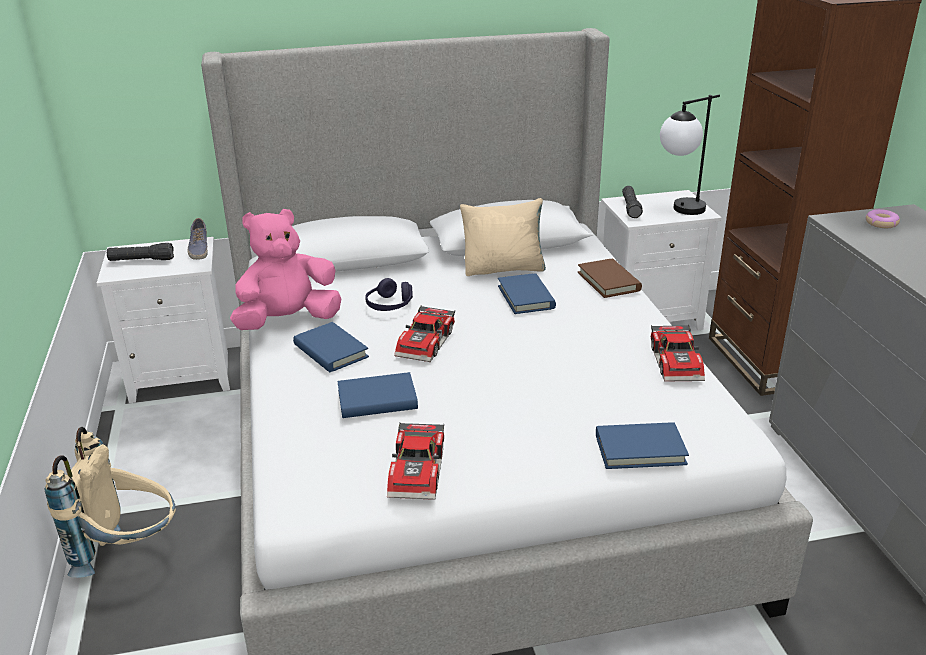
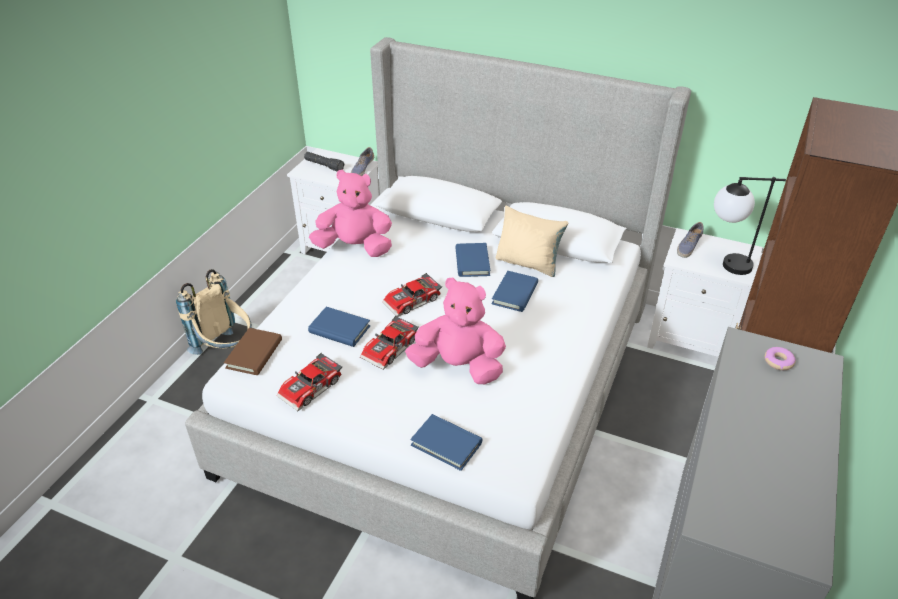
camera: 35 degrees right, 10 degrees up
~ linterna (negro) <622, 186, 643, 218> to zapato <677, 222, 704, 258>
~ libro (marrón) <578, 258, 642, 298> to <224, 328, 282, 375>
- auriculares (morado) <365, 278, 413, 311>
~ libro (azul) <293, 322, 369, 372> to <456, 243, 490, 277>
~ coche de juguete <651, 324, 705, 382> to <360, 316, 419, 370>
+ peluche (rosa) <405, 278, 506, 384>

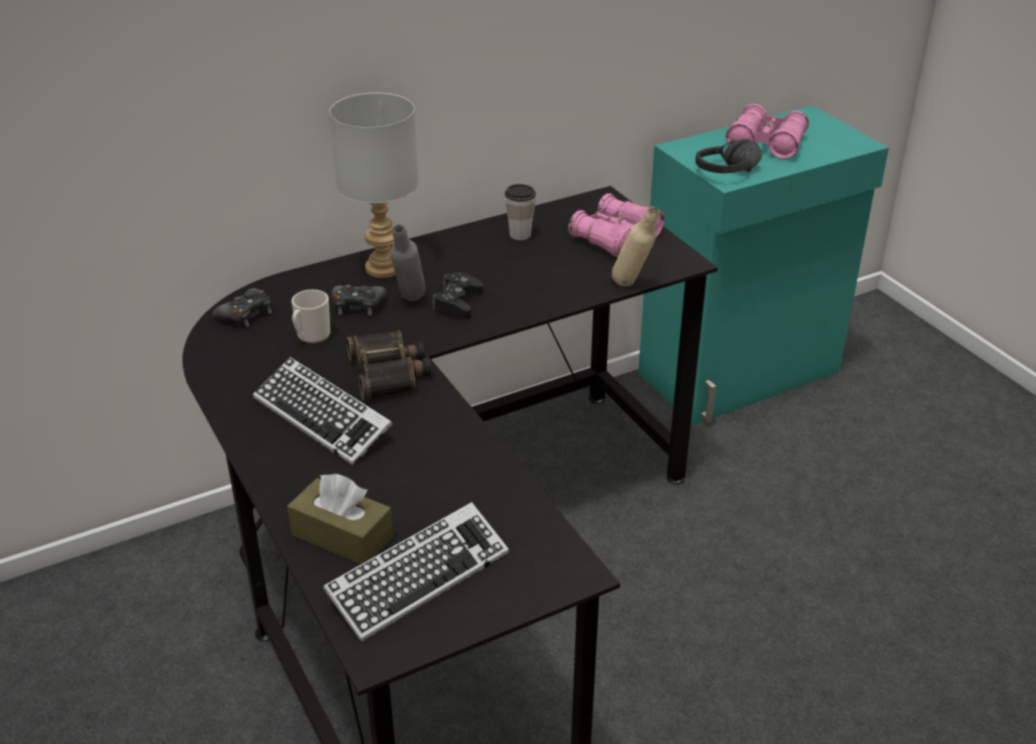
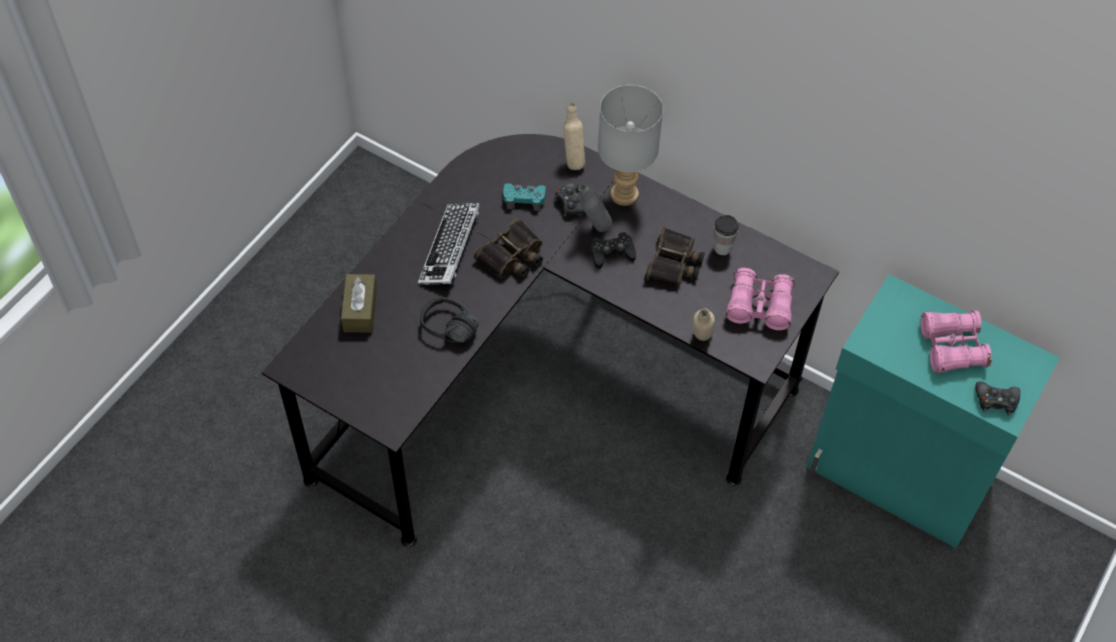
camera: 60 degrees right, 20 degrees up
~ auriculares (negro) <695, 139, 762, 174> to <420, 297, 479, 343>
~ mando de consola (negro) <213, 288, 272, 327> to <975, 382, 1020, 416>
~ taza grande <291, 289, 330, 343> to mando de consola (turquesa) <503, 183, 546, 211>
- teclado <323, 502, 509, 643>
+ botella (beis) <563, 103, 585, 170>
+ prismáticos <644, 227, 705, 287>

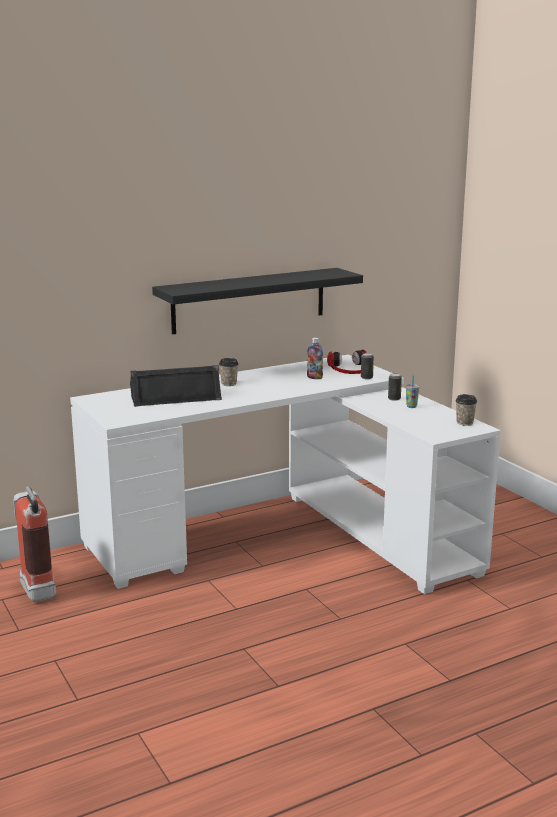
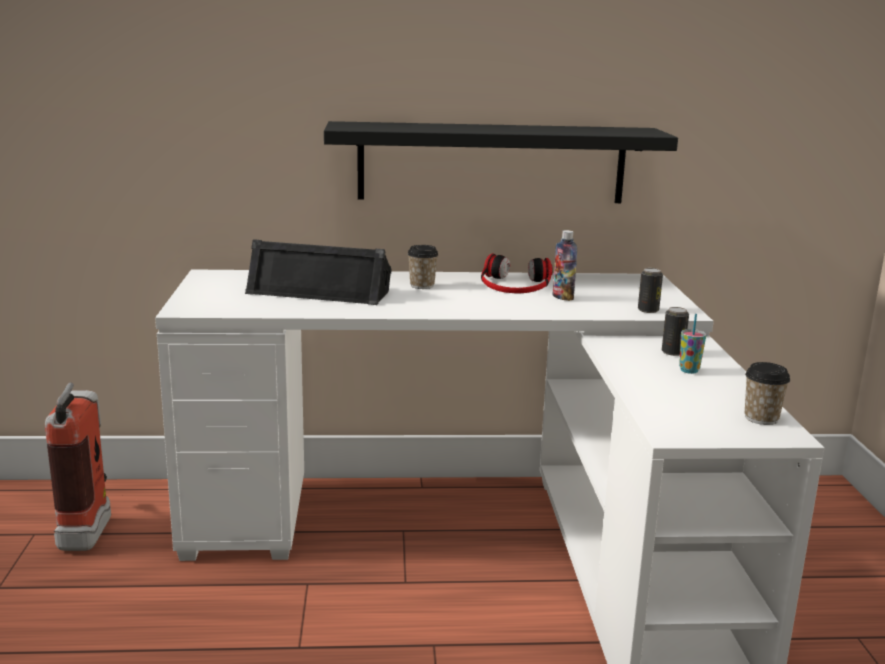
camera: 25 degrees right, 0 degrees up
~ auriculares <327, 350, 367, 374> to <481, 253, 553, 293>

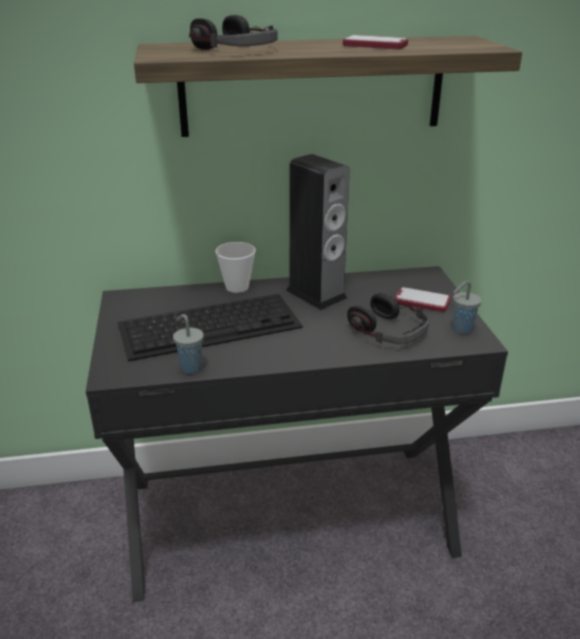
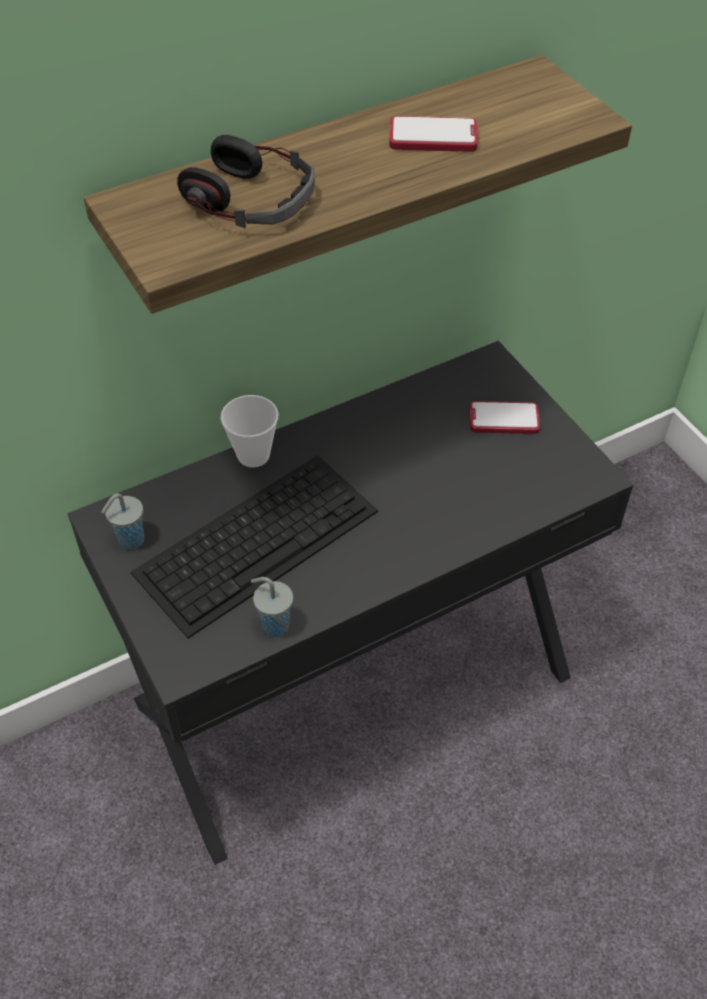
camera: 20 degrees left, 20 degrees up
- altavoz <286, 154, 350, 310>
~ taza (gris) <453, 281, 481, 334> to <101, 493, 144, 550>
- auriculares <347, 293, 429, 344>

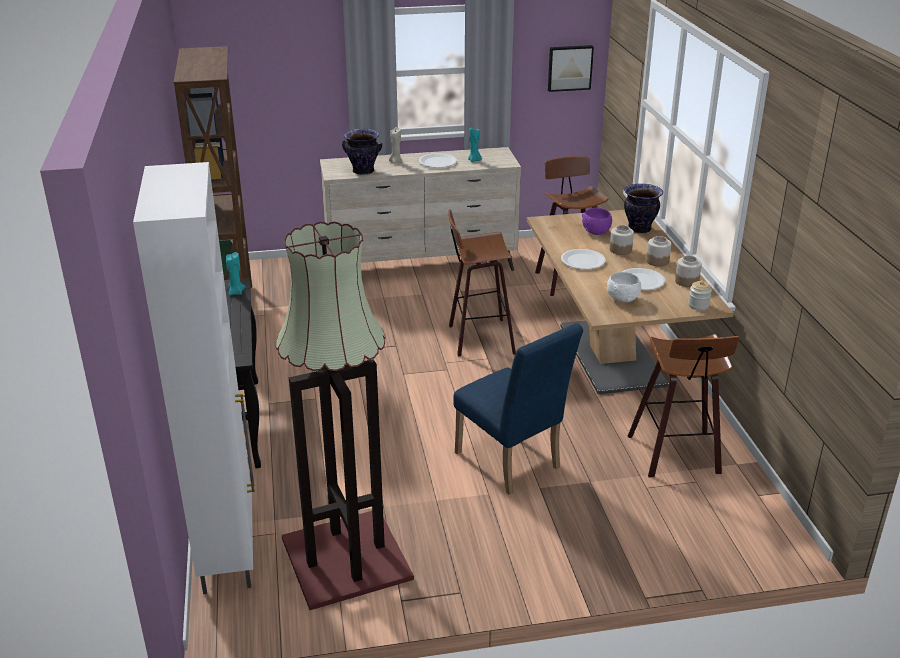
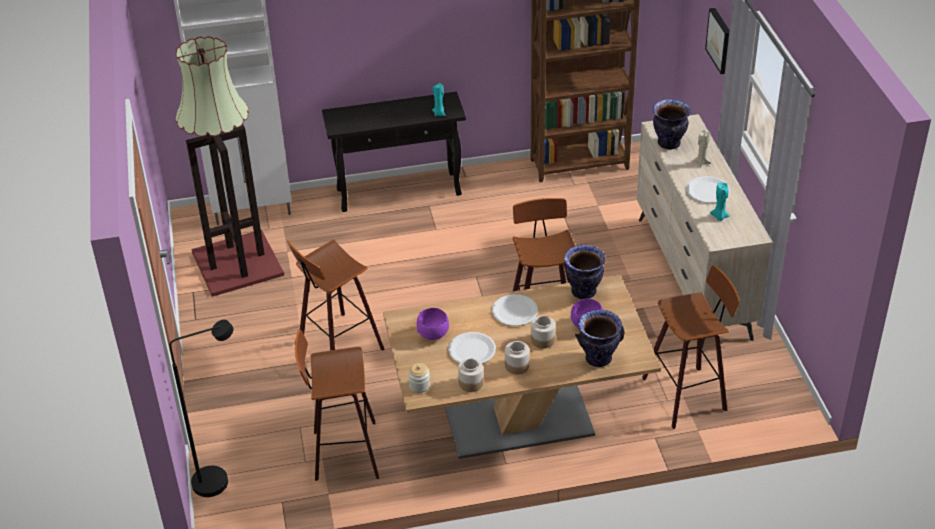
camera: 90 degrees right, 10 degrees up
~ cuadro <548, 45, 594, 92> to <705, 8, 729, 74>
~ cuenco (blanco) <607, 272, 641, 302> to cuenco (morado) <417, 308, 449, 340>
~ silla (azul) <453, 323, 583, 494> to taburete <287, 240, 385, 351>
+ florero <564, 245, 606, 299>
+ lámpara de pie (negro) <169, 320, 234, 497>

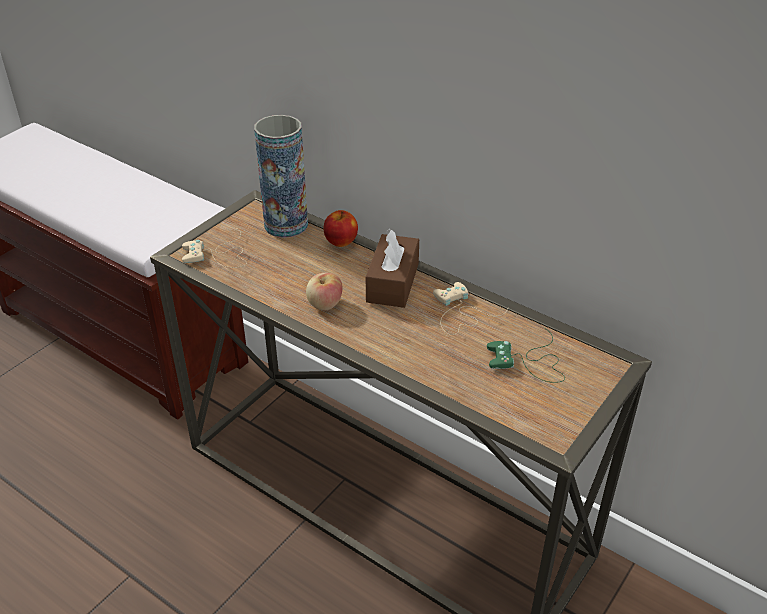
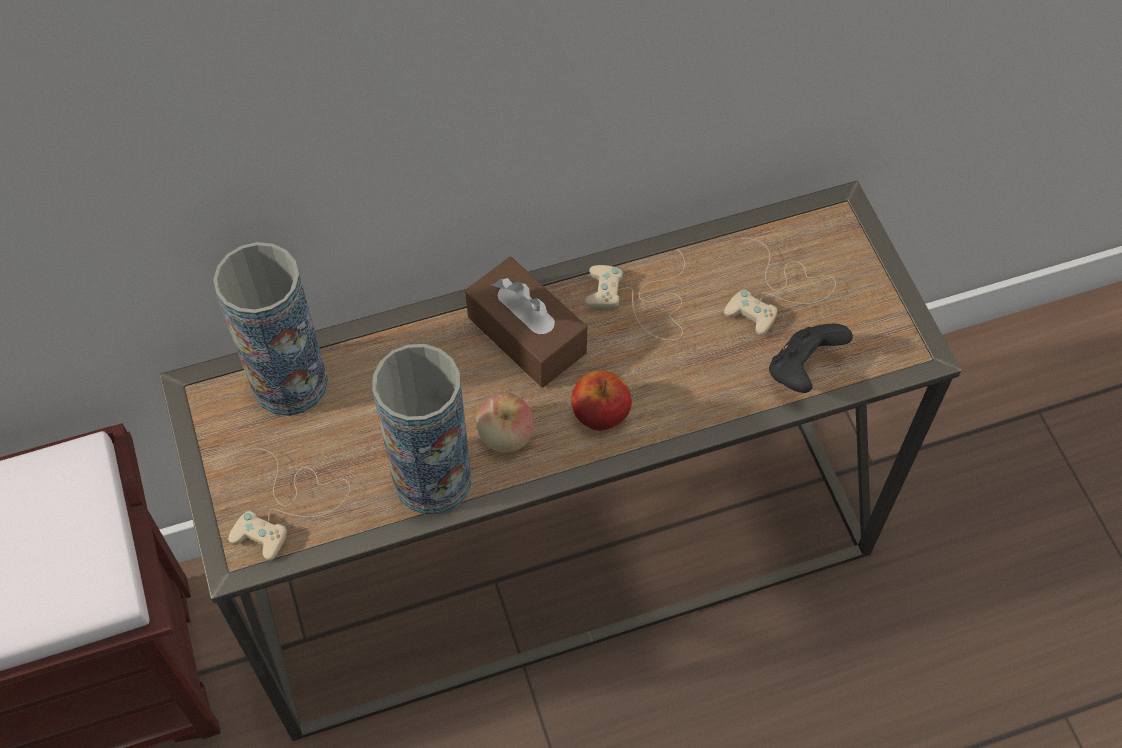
camera: 55 degrees left, 20 degrees up
~ manzana <324, 210, 358, 247> to <571, 371, 632, 431>
~ mando de consola (verde) <487, 328, 565, 383> to mando de consola (beis) <724, 238, 836, 336>
+ mando de consola (negro) <769, 324, 853, 393>
+ florero <373, 344, 471, 515>

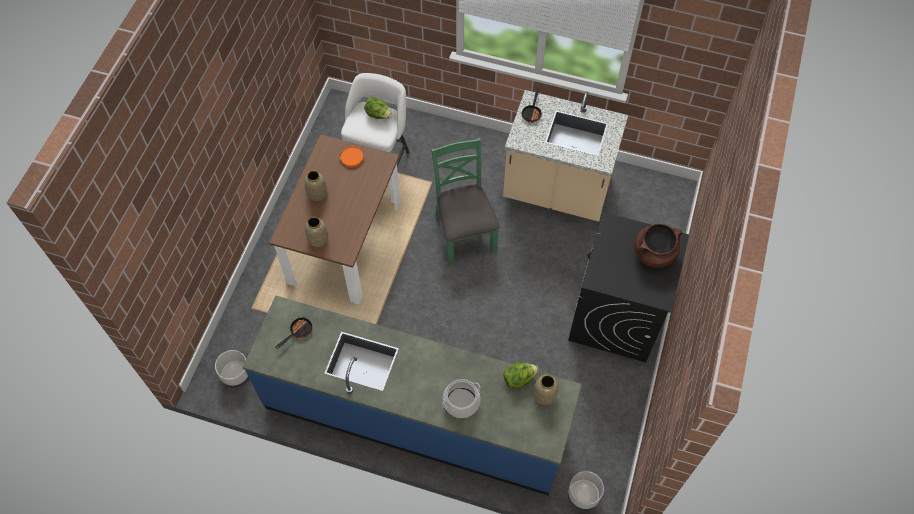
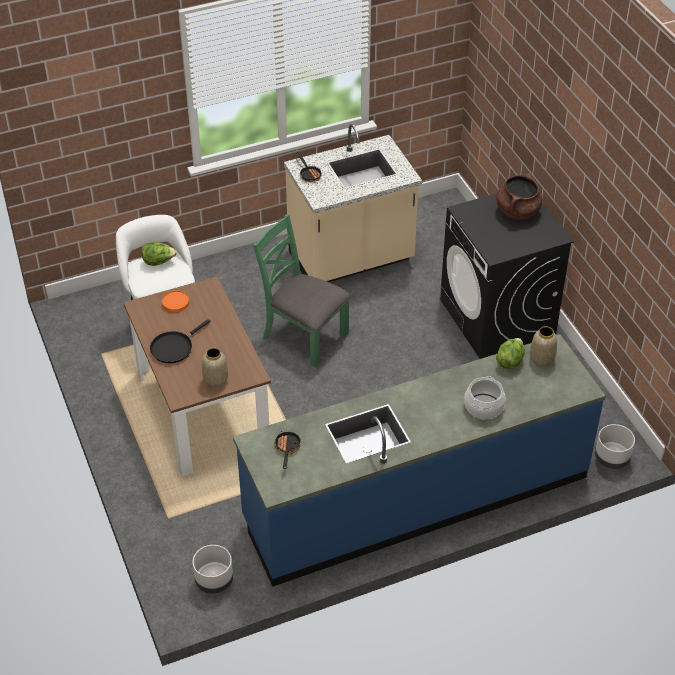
camera: 40 degrees left, 15 degrees down
~ florero <304, 171, 327, 201> to sartén (negro) <150, 319, 211, 363>

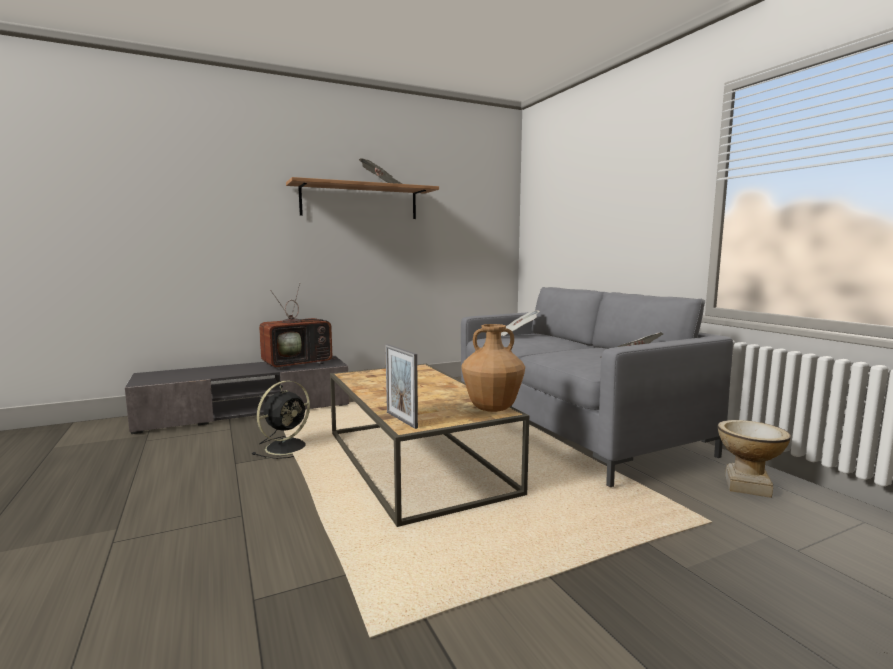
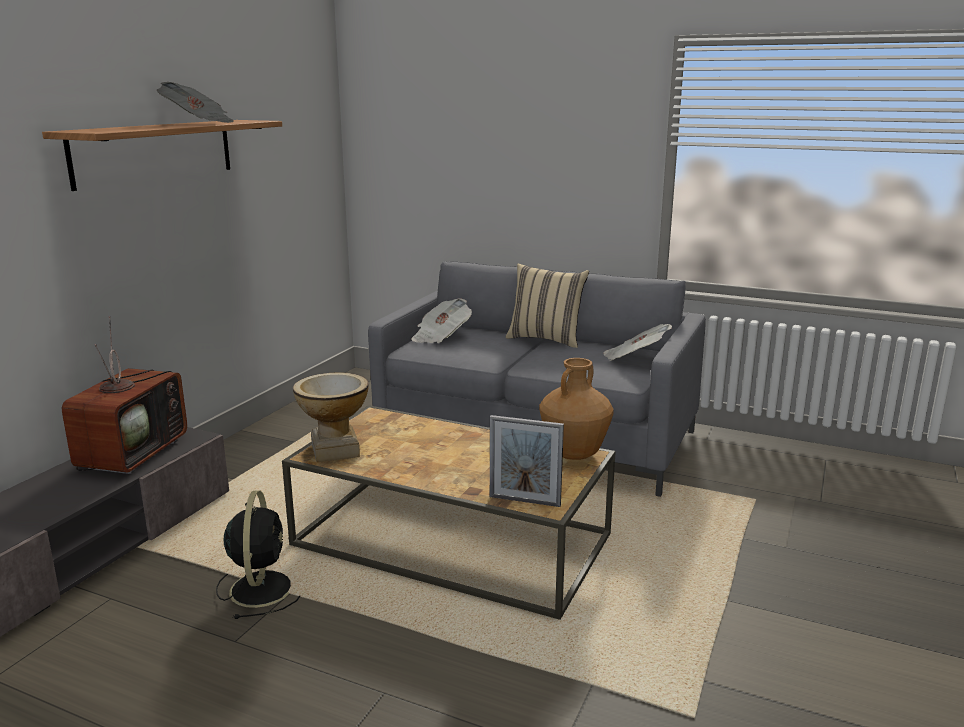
camera: 40 degrees left, 10 degrees up
~ florero <718, 420, 791, 498> to <293, 372, 369, 462>
+ cojín (beis) <506, 264, 589, 348>

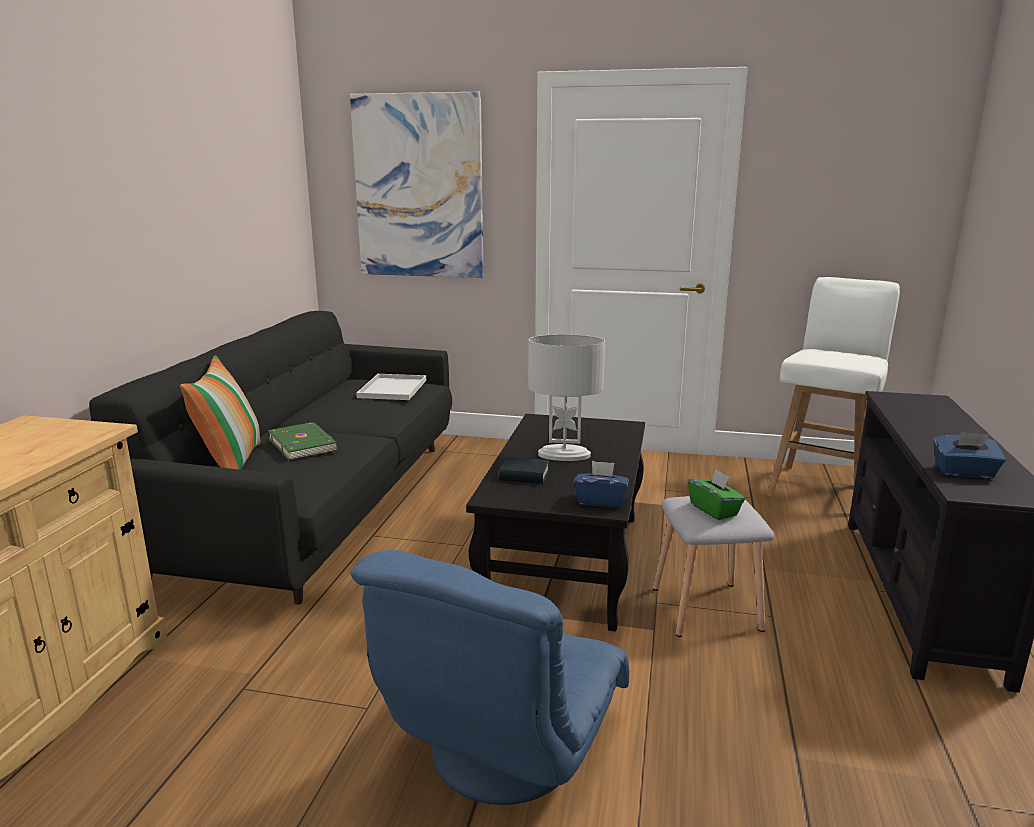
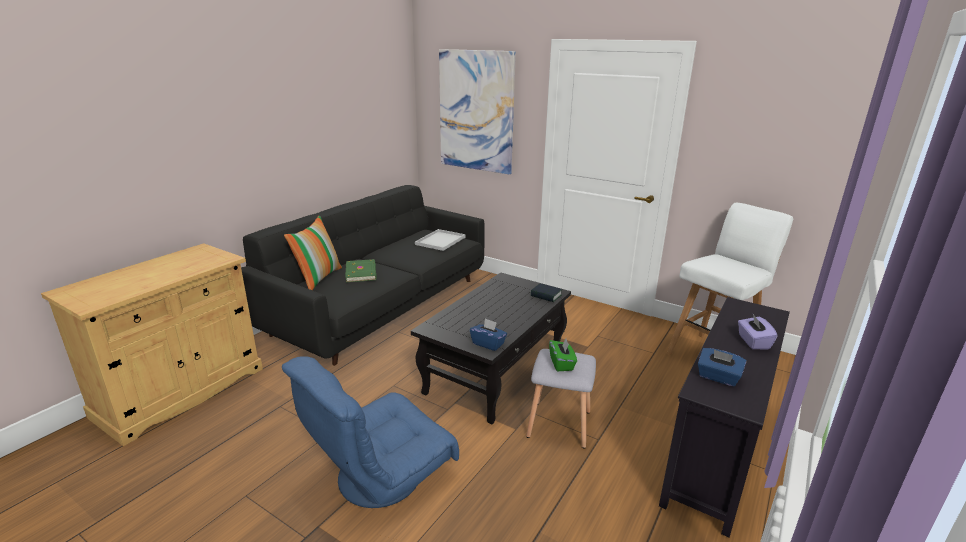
camera: 20 degrees right, 5 degrees up
- lámpara de mesa (blanco) <528, 334, 605, 461>
~ libro <499, 457, 549, 484> to <530, 283, 562, 302>
+ caja de pañuelos (morado) <738, 314, 778, 350>

